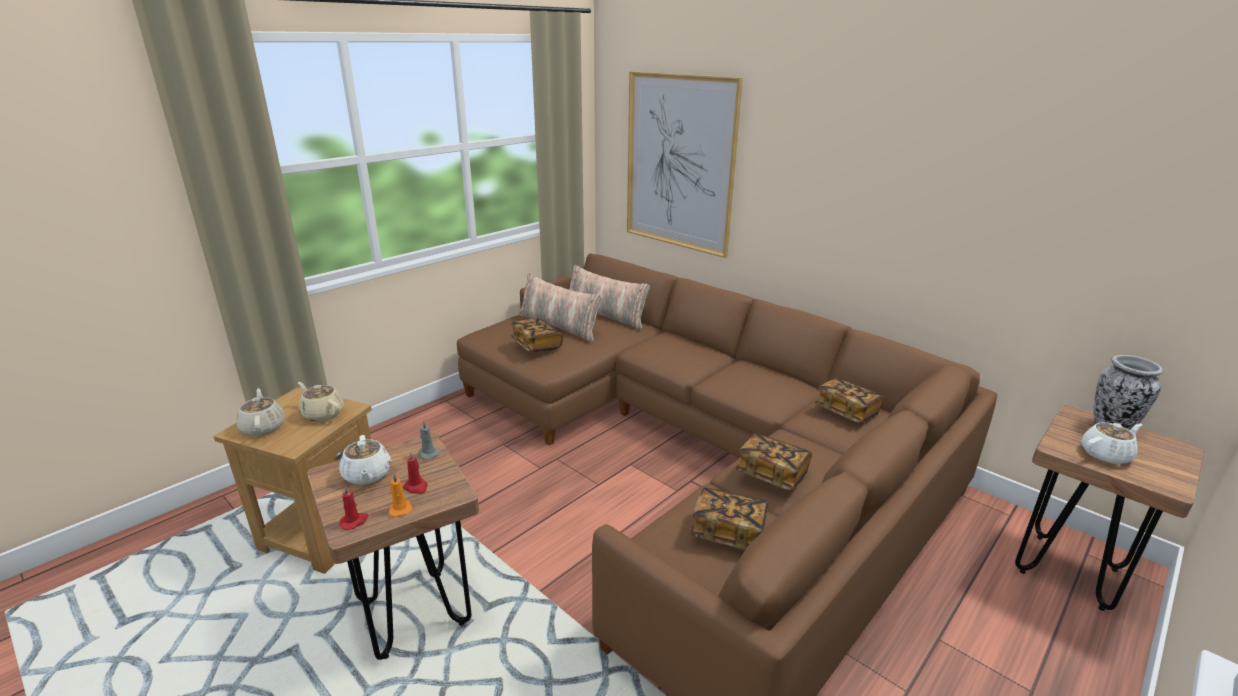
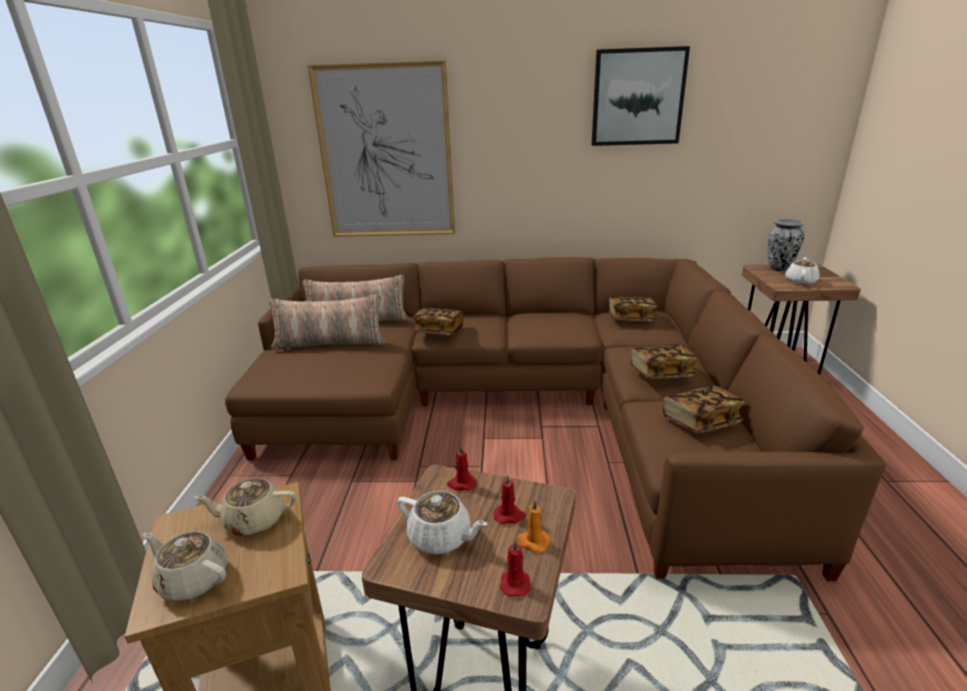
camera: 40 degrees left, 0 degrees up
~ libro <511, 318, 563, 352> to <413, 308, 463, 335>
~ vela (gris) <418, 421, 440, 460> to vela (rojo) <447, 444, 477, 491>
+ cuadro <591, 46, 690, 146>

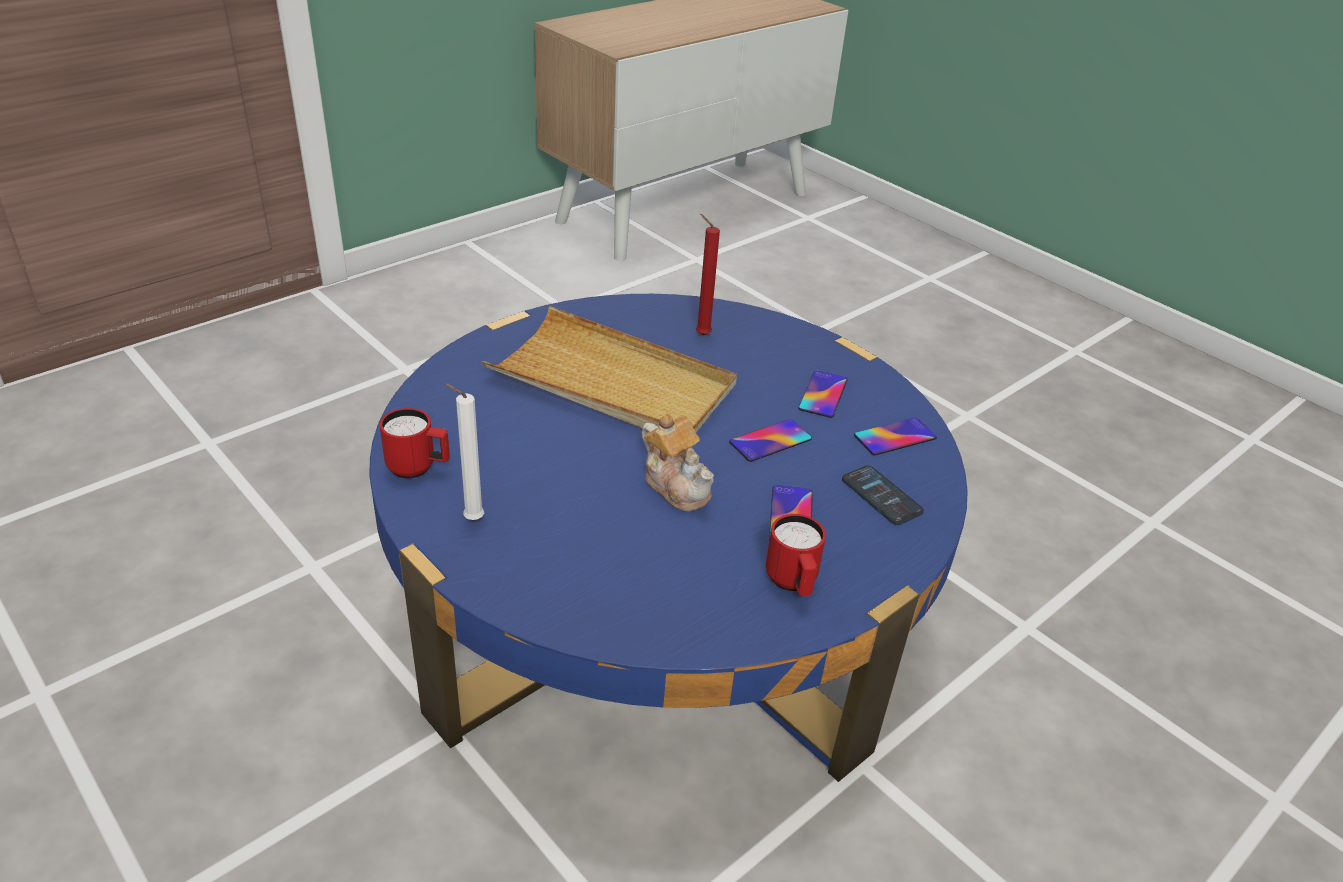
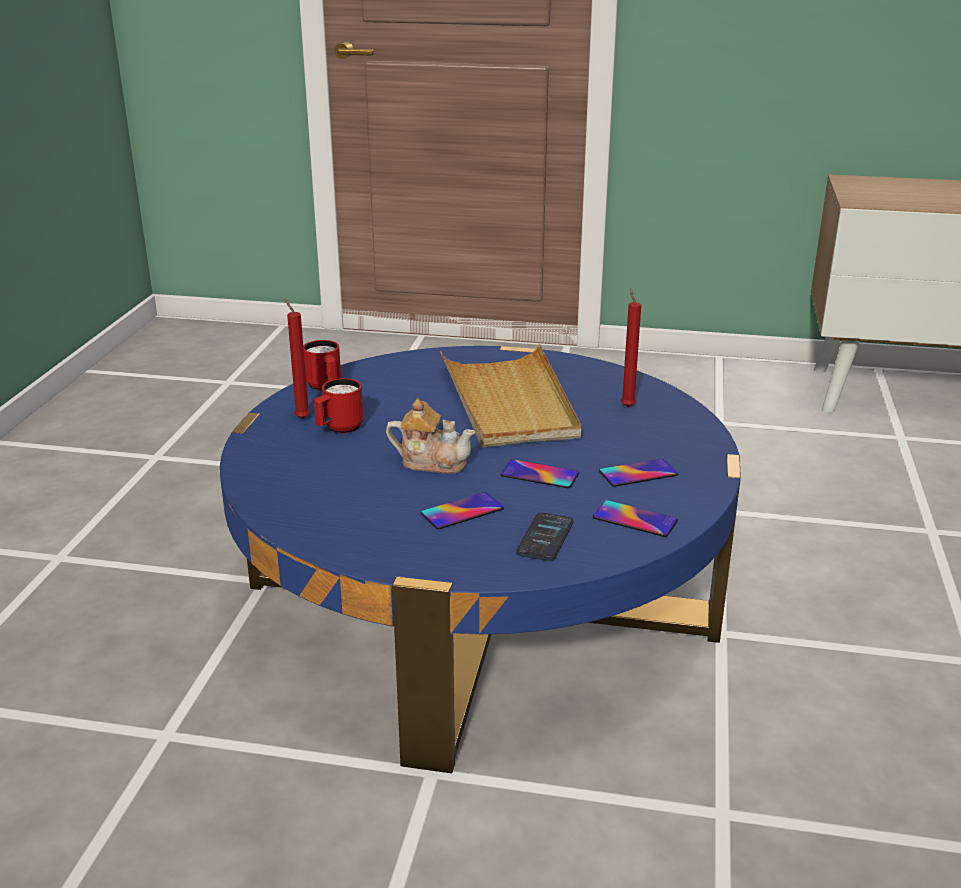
camera: 55 degrees right, 10 degrees down
~ vela (blanco) <445, 384, 484, 520> to vela (rojo) <285, 298, 310, 419>
~ tetera <642, 413, 714, 512> = <386, 399, 476, 474> 90 degrees counterclockwise
~ taza grande (rojo) <766, 514, 826, 596> to <314, 378, 363, 433>

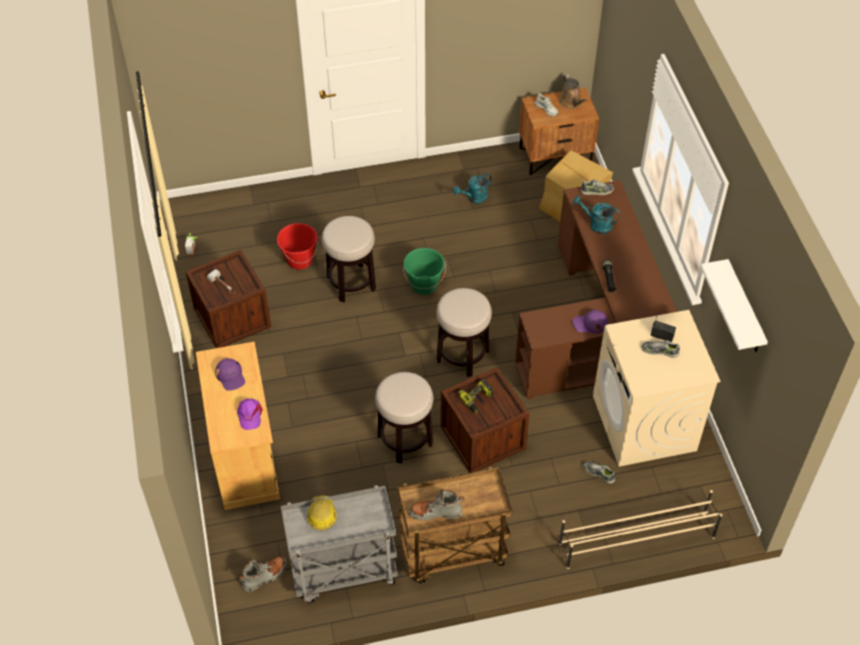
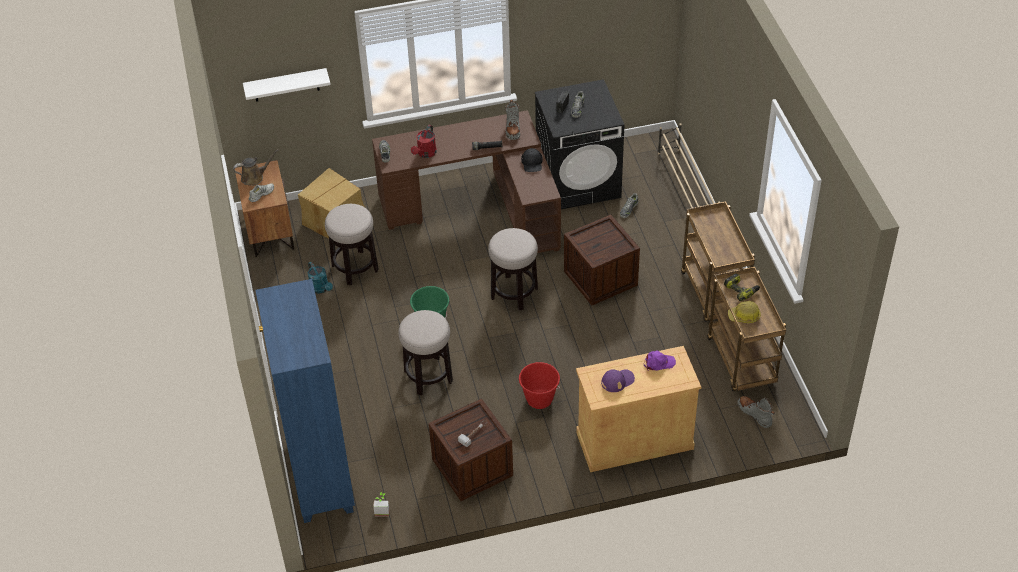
camera: 90 degrees left, 5 degrees down
~ regadera (turquesa) <573, 196, 620, 234> to regadera (rojo) <411, 125, 437, 158>
~ cubo (rojo) <277, 223, 318, 270> to <519, 362, 560, 409>
~ estante (blanco) <700, 259, 768, 352> to <243, 68, 331, 102>
~ gorra (morado) <573, 310, 608, 334> to gorra (negro) <521, 148, 543, 172>
~ lavadora (beis) <593, 310, 721, 467> to lavadora (negro) <535, 79, 624, 209>
~ taburete <375, 372, 433, 464> to <325, 204, 379, 285>
~ taladro <457, 379, 494, 413> to <724, 273, 760, 301>
~ carrito (gris) <280, 485, 398, 603> to carrito (marrón) <707, 267, 786, 391>
~ bota (gris) <409, 489, 464, 521> to <505, 100, 520, 140>
+ estantería (azul) <255, 279, 355, 523>

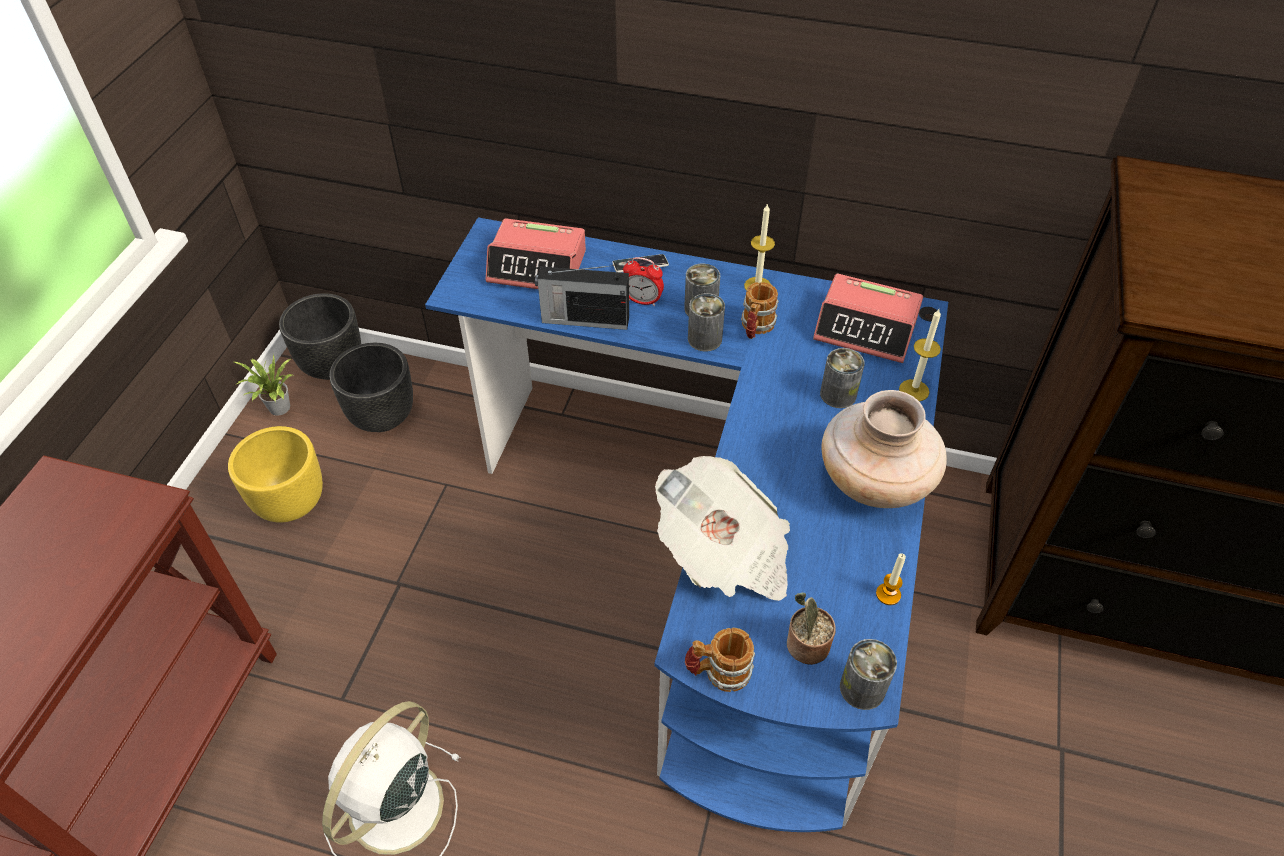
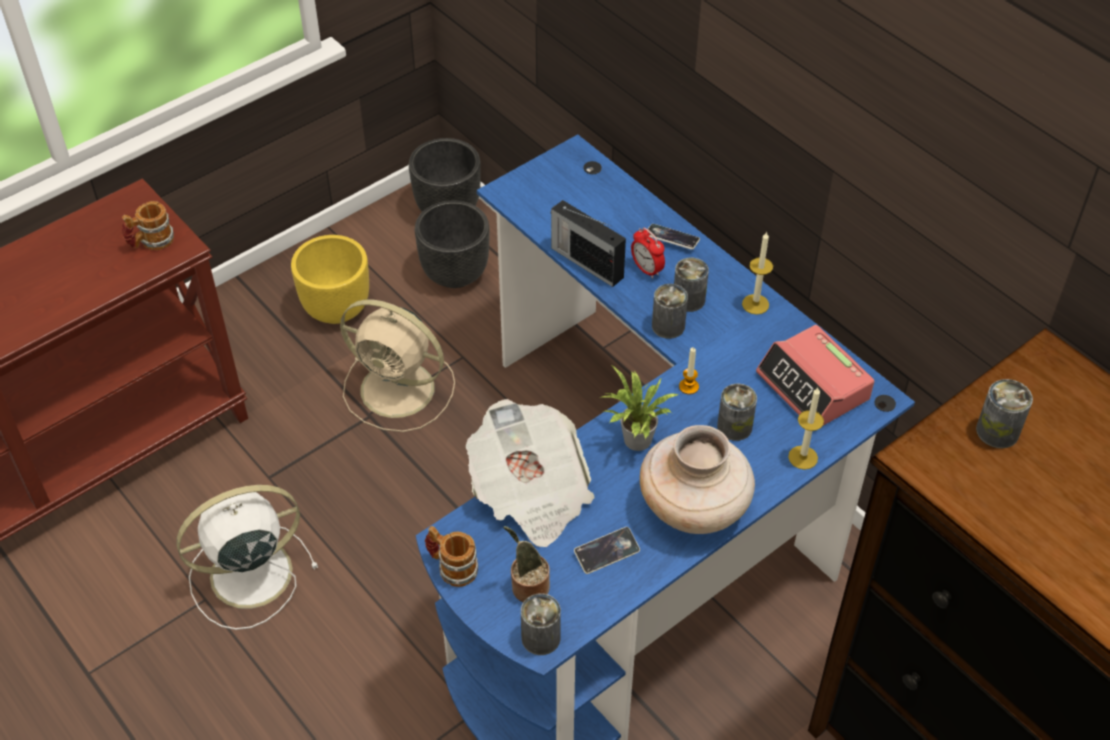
camera: 35 degrees right, 0 degrees up
- despertador <486, 218, 586, 289>
~ taza grande <741, 282, 779, 339> to <122, 201, 174, 250>
~ planta en maceta <234, 353, 292, 416> to <602, 365, 678, 451>
~ vela <876, 553, 906, 605> to <679, 348, 699, 394>
+ ventilador (beis) <340, 300, 455, 432>
+ lata <976, 379, 1033, 449>
+ móvil <574, 527, 640, 574>

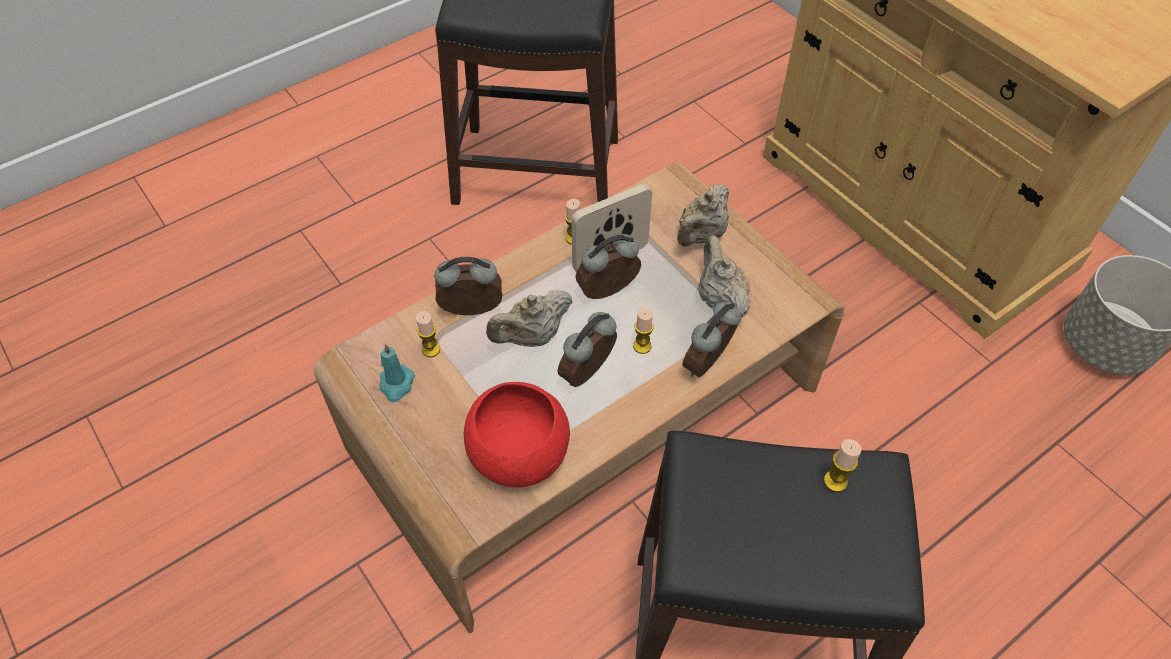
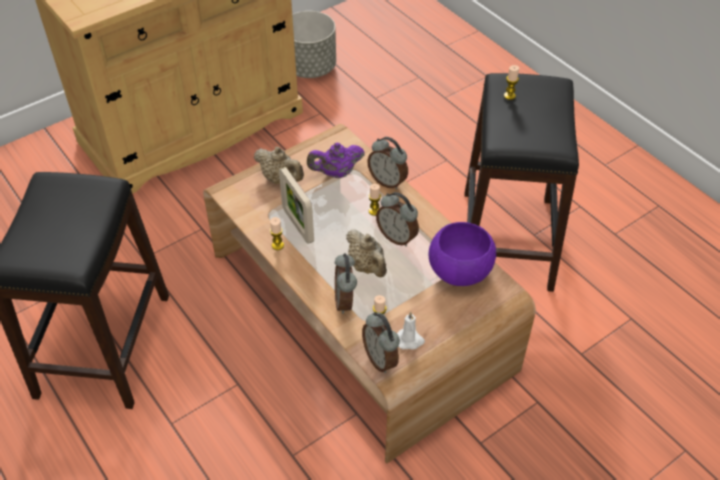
camera: 90 degrees left, 5 degrees down
~ despertador <575, 234, 641, 299> to <362, 312, 400, 373>
~ tetera (beis) <699, 235, 751, 317> to tetera (morado) <307, 143, 365, 178>
~ vela (turquesa) <380, 344, 415, 402> to vela (blanco) <397, 312, 425, 350>
~ cuenco (rojo) <464, 382, 570, 488> to cuenco (morado) <429, 222, 496, 286>

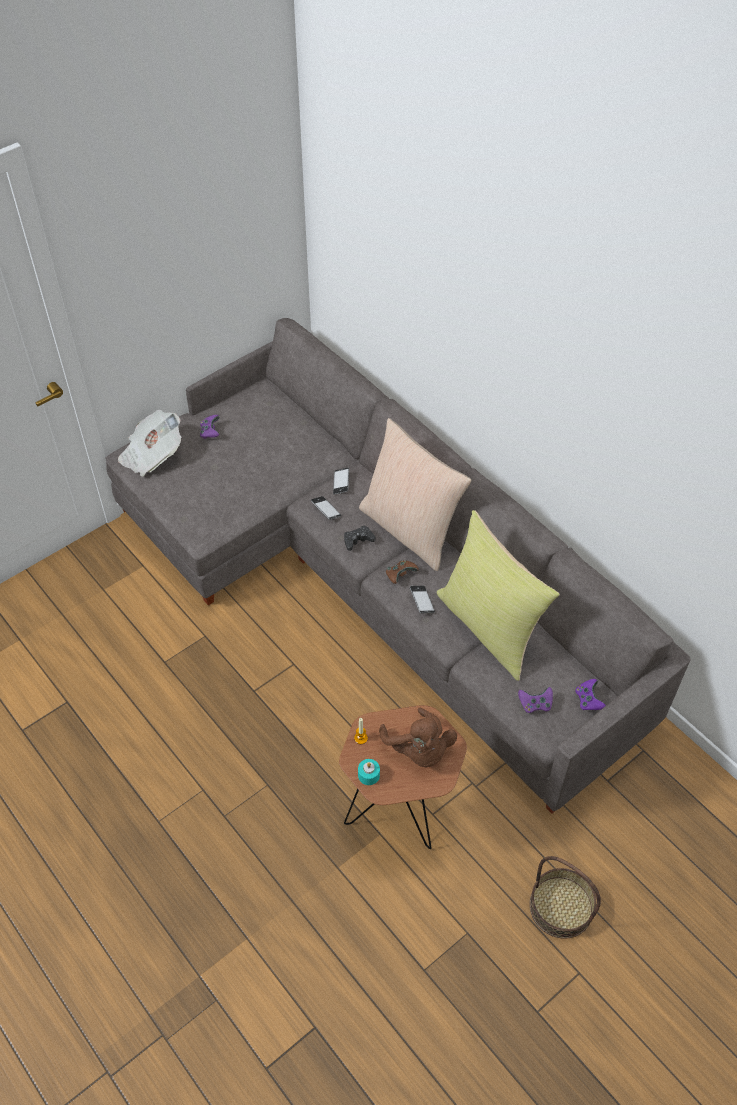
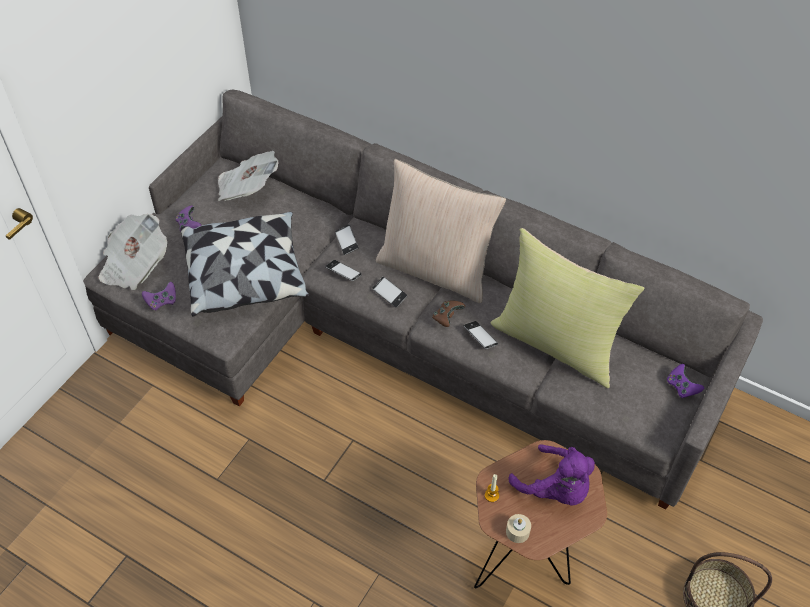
camera: 20 degrees left, 0 degrees up
~ mando de consola (negro) <344, 525, 375, 551> to móvil <372, 277, 407, 308>
~ mando de consola (morado) <518, 687, 553, 713> to <142, 282, 176, 311>
~ peluche (marrón) <379, 708, 457, 767> to peluche (morado) <508, 444, 595, 506>
~ vela (turquesa) <358, 759, 380, 785> to vela (beis) <506, 514, 531, 543>
+ periódico <218, 151, 279, 201>
+ cojín <181, 212, 309, 316>

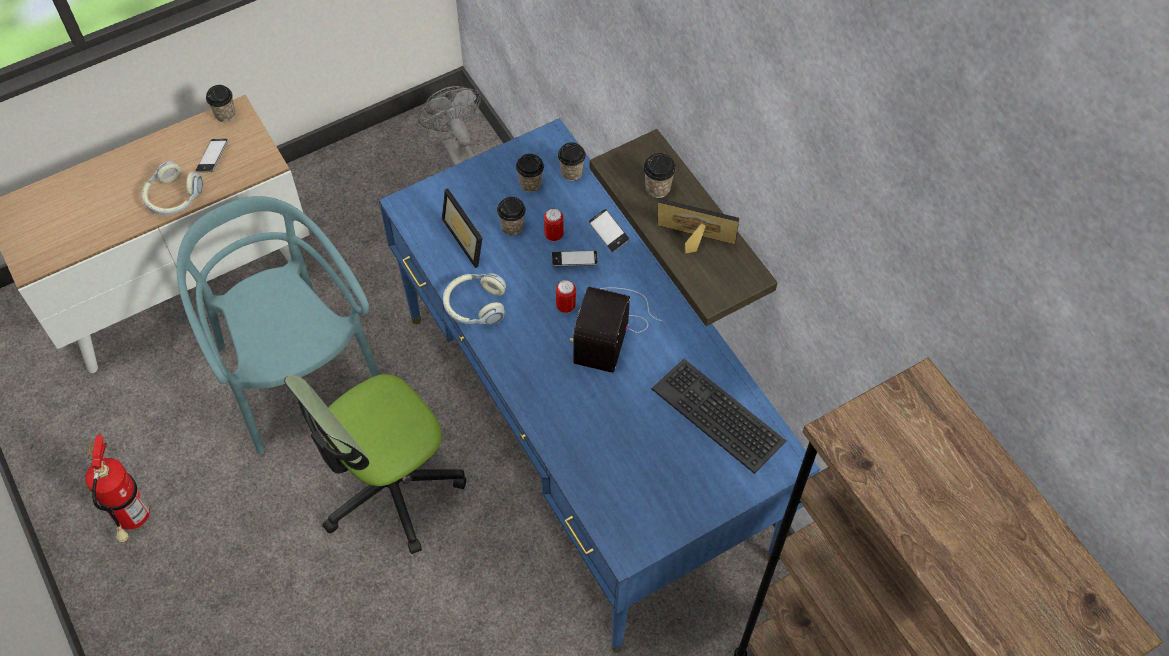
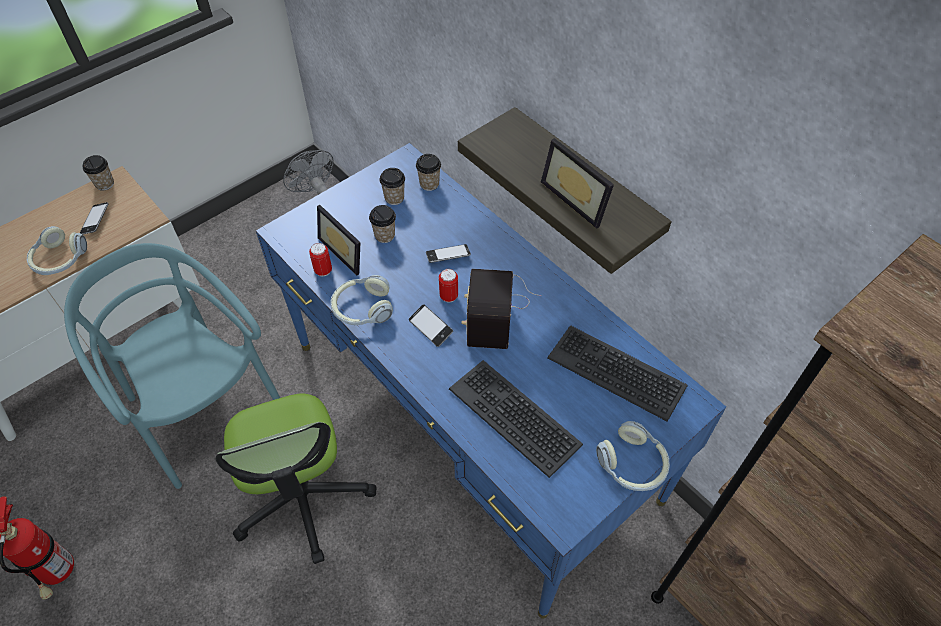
camera: 10 degrees left, 5 degrees down
- taza <643, 153, 676, 198>
~ portarretratos <658, 199, 739, 253> = <541, 138, 614, 228> 135 degrees counterclockwise
~ lata <544, 208, 563, 242> to <309, 243, 332, 276>
~ móvil <589, 209, 630, 252> to <409, 304, 453, 347>
~ silla de oficina <284, 374, 466, 554> = <216, 393, 376, 564> 60 degrees counterclockwise
+ teclado <449, 360, 583, 478>
+ auriculares <596, 421, 670, 491>

